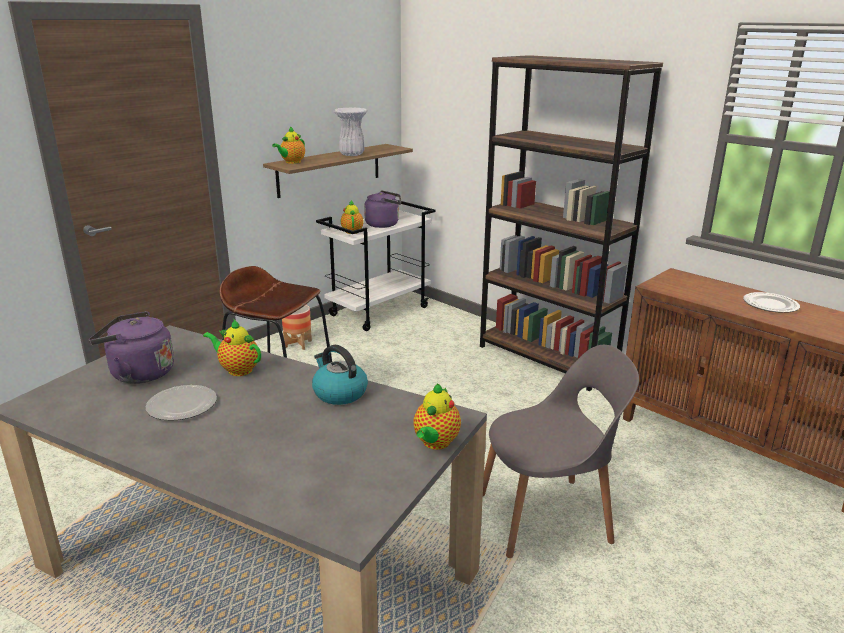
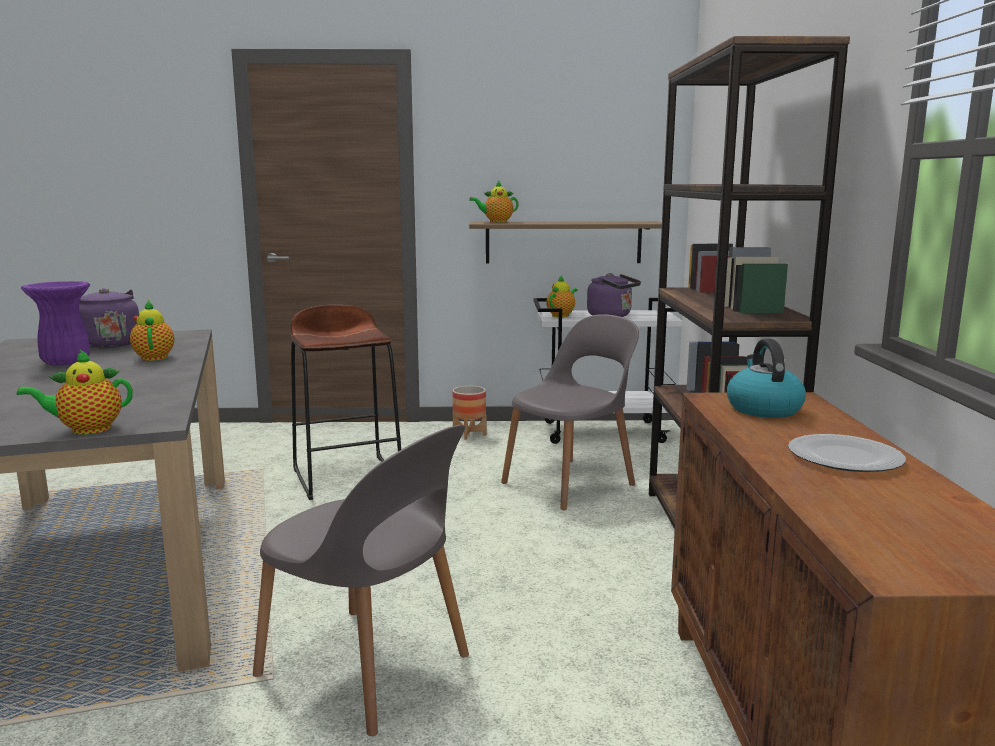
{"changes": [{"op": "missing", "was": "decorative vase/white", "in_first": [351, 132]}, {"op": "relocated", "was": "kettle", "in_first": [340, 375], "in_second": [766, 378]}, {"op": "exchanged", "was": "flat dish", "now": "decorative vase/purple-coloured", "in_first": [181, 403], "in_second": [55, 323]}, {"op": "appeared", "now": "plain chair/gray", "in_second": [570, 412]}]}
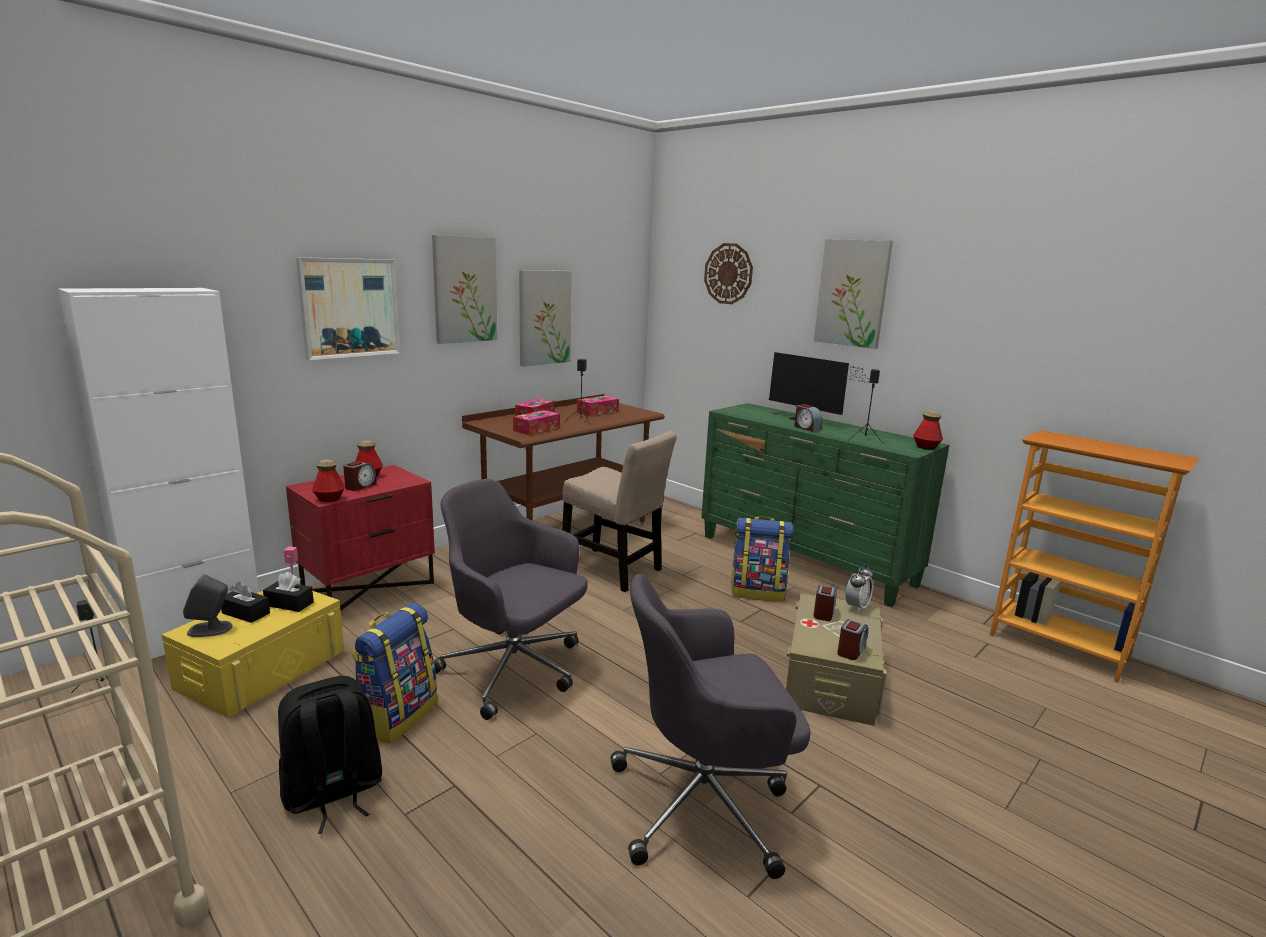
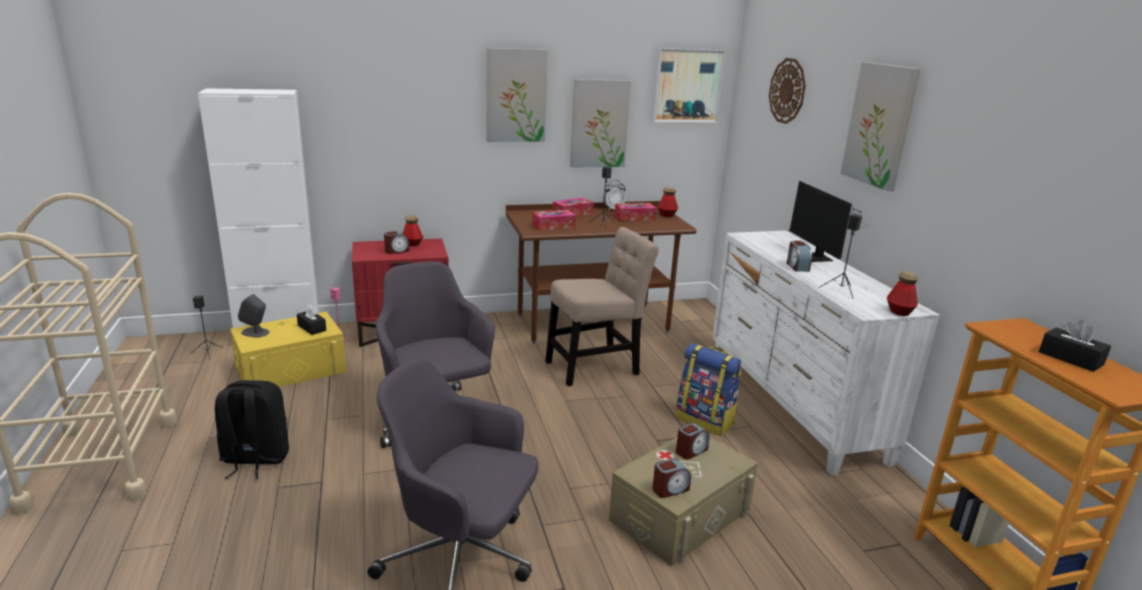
{"changes": [{"op": "relocated", "was": "picture", "in_first": [348, 308], "in_second": [689, 85]}, {"op": "colour", "was": "dresser/green-coloured", "now": "dresser/white", "in_first": [825, 505], "in_second": [826, 353]}, {"op": "spun", "was": "plain chair/beige", "in_first": [619, 511], "in_second": [602, 306], "clockwise": -90}, {"op": "relocated", "was": "bottle", "in_first": [328, 480], "in_second": [667, 202]}, {"op": "relocated", "was": "bedside clock", "in_first": [859, 588], "in_second": [614, 195]}, {"op": "relocated", "was": "tissue holder/blackish", "in_first": [245, 602], "in_second": [1075, 346]}, {"op": "missing", "was": "knapsack", "in_first": [395, 673]}]}
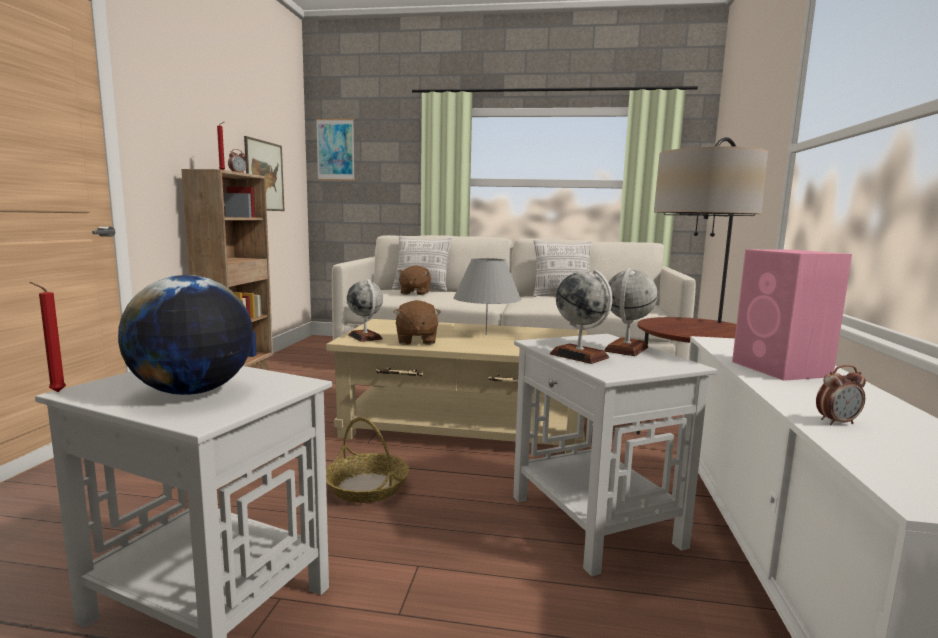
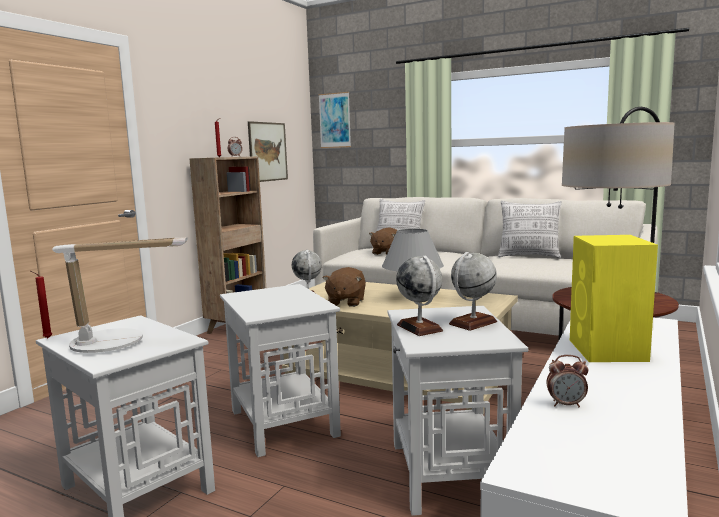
{"changes": [{"op": "colour", "was": "loudspeaker/pinkish", "now": "loudspeaker/yellow", "in_first": [792, 315], "in_second": [614, 298]}, {"op": "exchanged", "was": "desk globe", "now": "table lamp", "in_first": [185, 335], "in_second": [120, 295]}, {"op": "exchanged", "was": "storage basket", "now": "side table/white", "in_first": [367, 460], "in_second": [280, 370]}]}
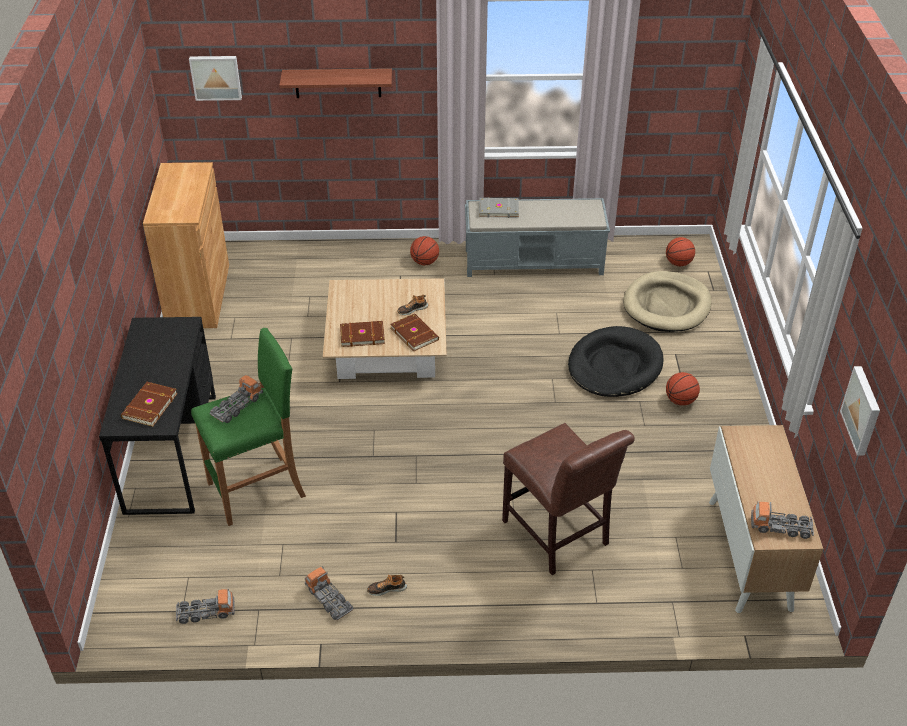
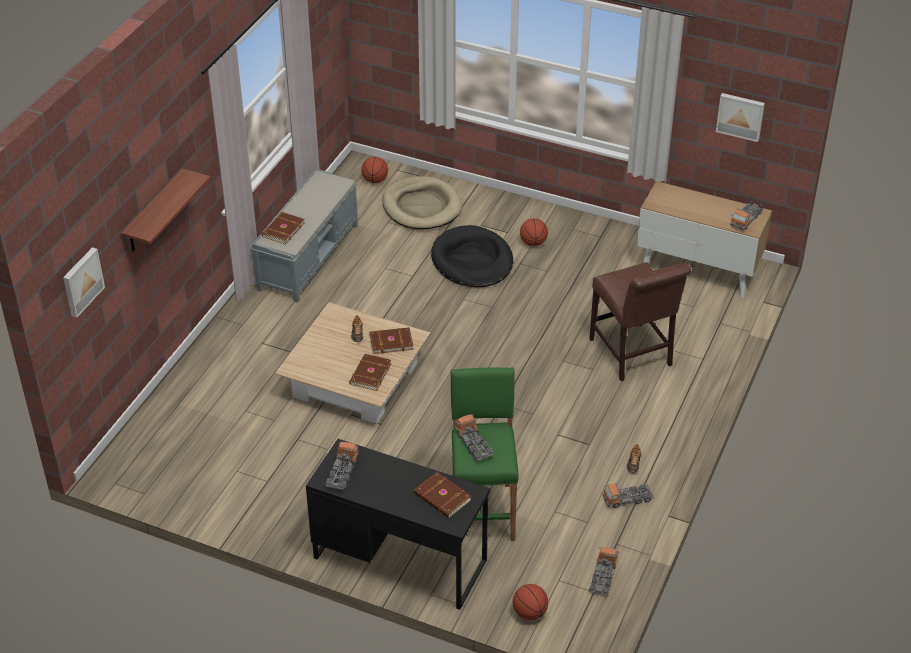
{"changes": [{"op": "missing", "was": "cupboard/brownish", "in_first": [186, 245]}, {"op": "colour", "was": "bound book/gray", "now": "bound book/brownish", "in_first": [499, 208], "in_second": [283, 228]}, {"op": "relocated", "was": "basketball", "in_first": [424, 250], "in_second": [530, 602]}, {"op": "spun", "was": "plain chair/brownish", "in_first": [568, 499], "in_second": [640, 321], "clockwise": 75}, {"op": "appeared", "now": "toy truck", "in_second": [342, 466]}]}
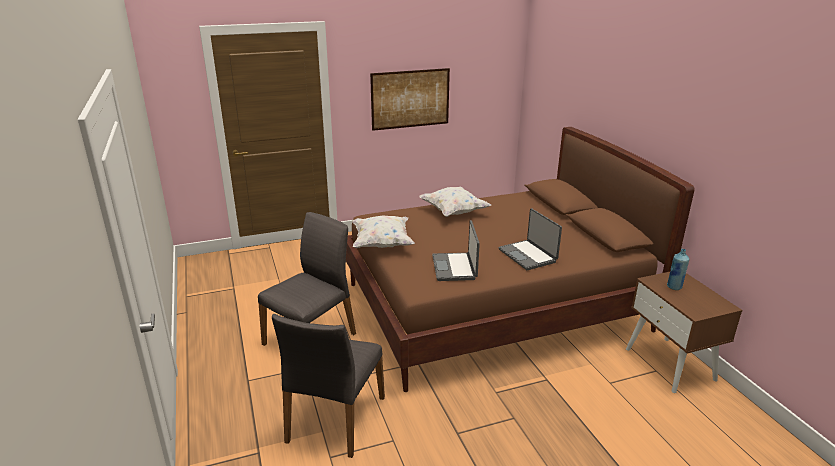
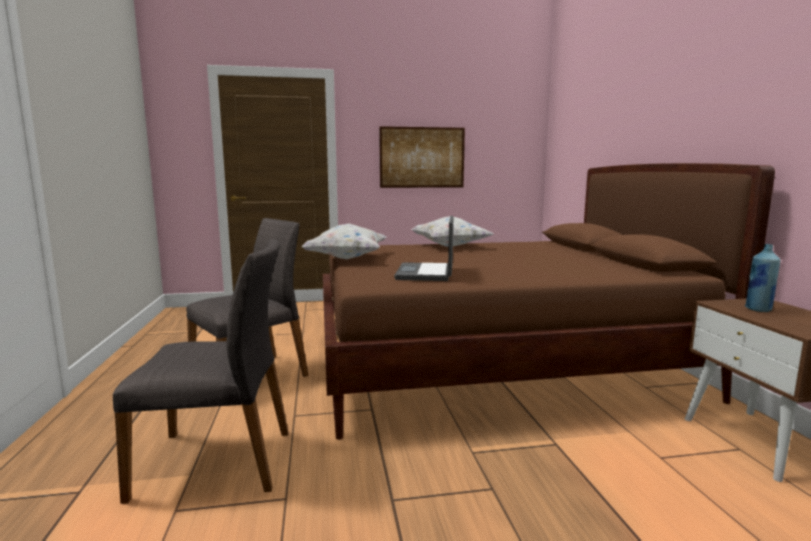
{"changes": [{"op": "missing", "was": "portable computer", "in_first": [530, 239]}, {"op": "spun", "was": "plain chair/gray", "in_first": [328, 386], "in_second": [200, 371], "clockwise": -120}]}
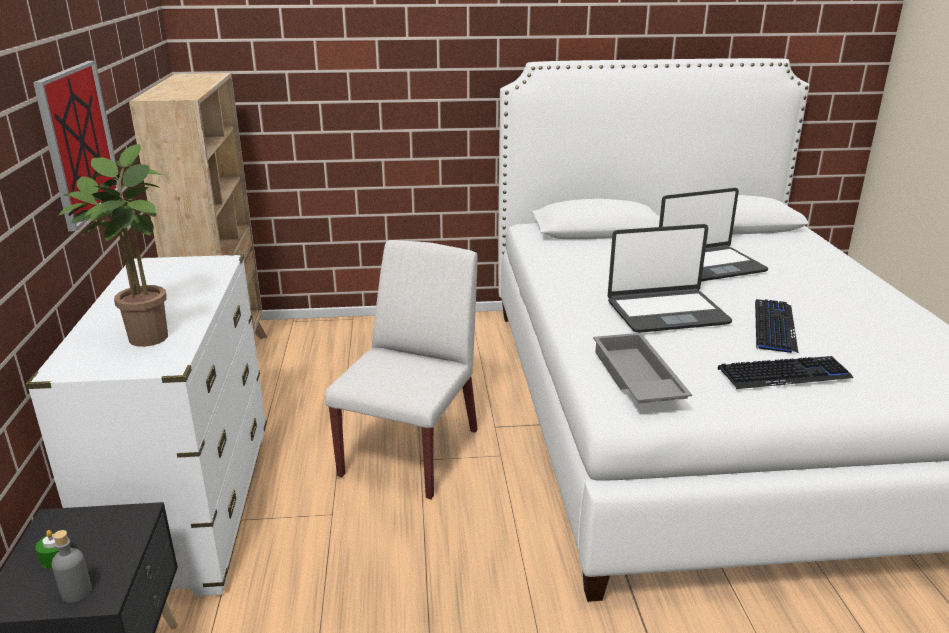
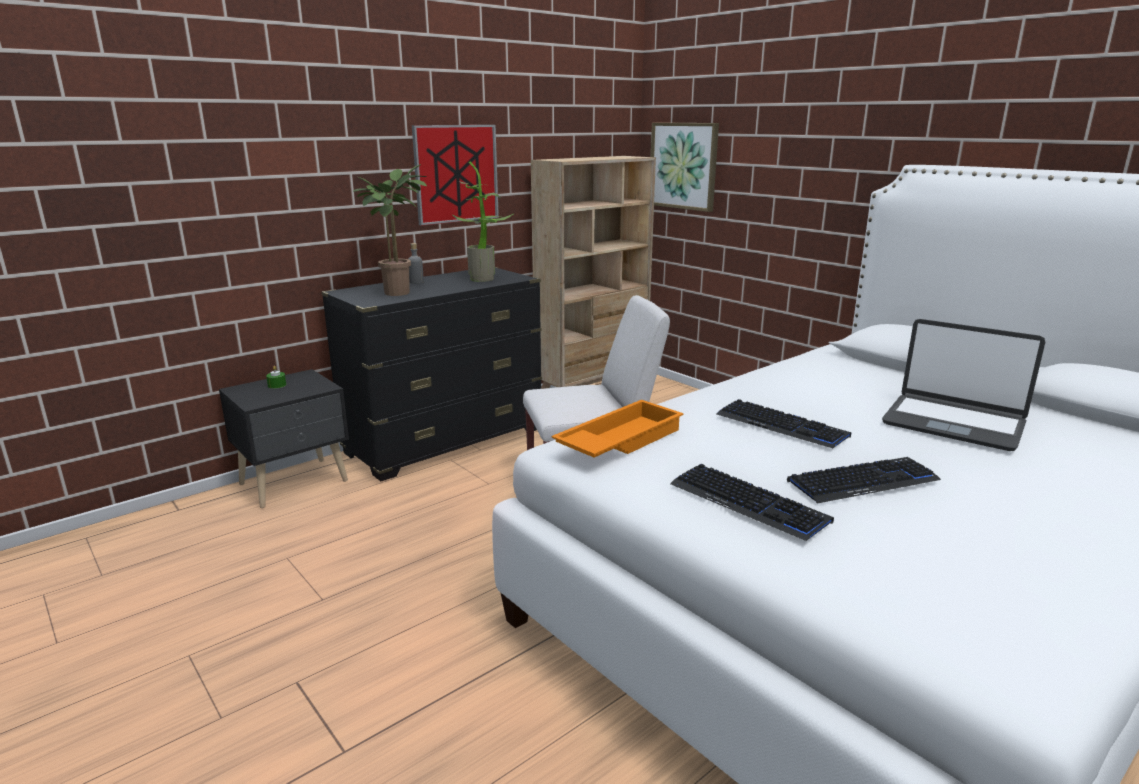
{"changes": [{"op": "exchanged", "was": "portable computer", "now": "computer keyboard", "in_first": [670, 278], "in_second": [783, 423]}, {"op": "colour", "was": "dresser/white", "now": "dresser/blackish", "in_first": [146, 425], "in_second": [431, 374]}, {"op": "colour", "was": "tray/gray", "now": "tray/orangey", "in_first": [642, 368], "in_second": [618, 428]}, {"op": "relocated", "was": "bottle/gray", "in_first": [71, 566], "in_second": [416, 263]}, {"op": "appeared", "now": "picture", "in_second": [685, 167]}, {"op": "appeared", "now": "houseplant", "in_second": [483, 221]}]}
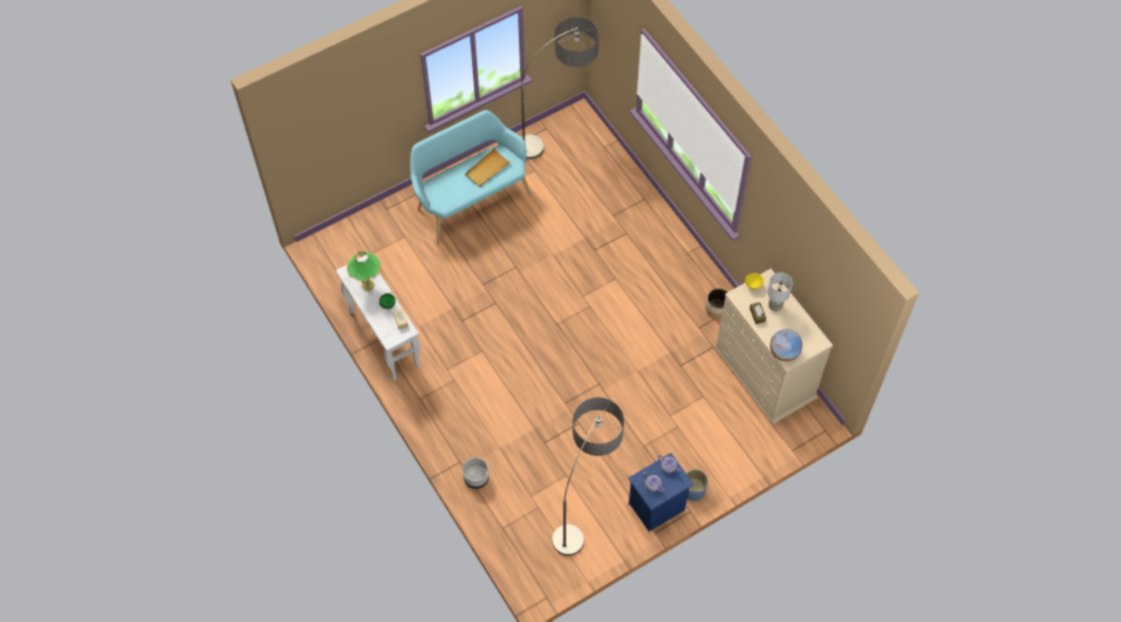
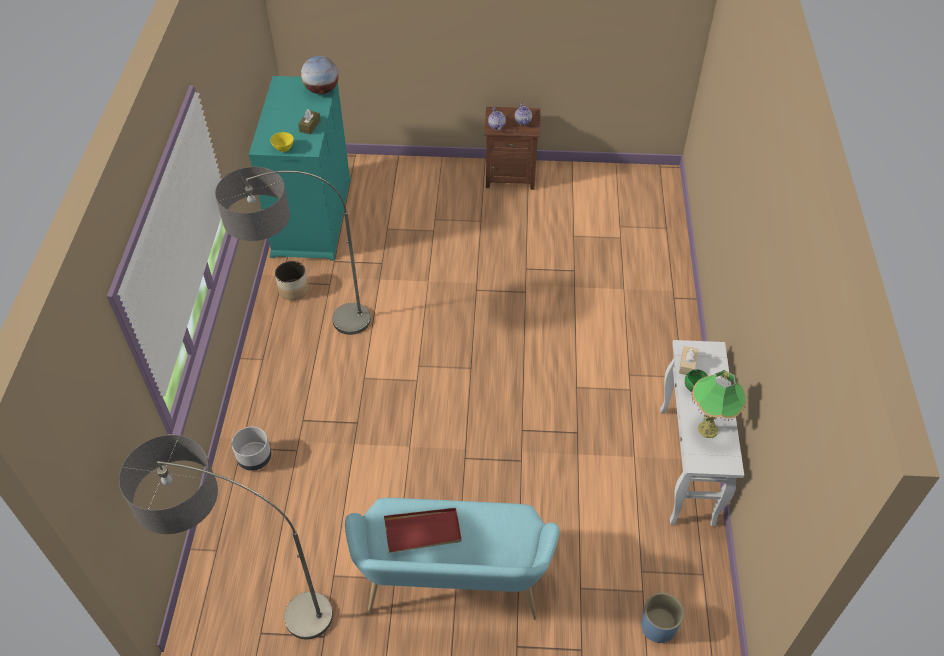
{"changes": [{"op": "colour", "was": "tray/beige", "now": "tray/red", "in_first": [487, 167], "in_second": [423, 530]}, {"op": "colour", "was": "dresser/beige", "now": "dresser/blue-green", "in_first": [773, 347], "in_second": [300, 168]}, {"op": "missing", "was": "table lamp/gray", "in_first": [780, 291]}, {"op": "relocated", "was": "floor lamp", "in_first": [588, 476], "in_second": [293, 251]}, {"op": "colour", "was": "night table/bluish", "now": "night table/brownish", "in_first": [661, 492], "in_second": [512, 148]}, {"op": "relocated", "was": "planter/gray", "in_first": [475, 473], "in_second": [251, 448]}, {"op": "relocated", "was": "planter/bluish", "in_first": [697, 485], "in_second": [662, 618]}]}
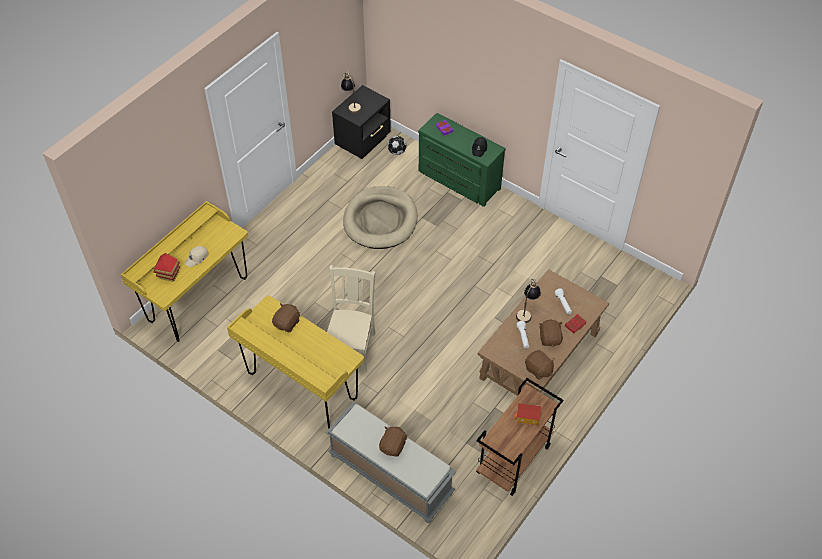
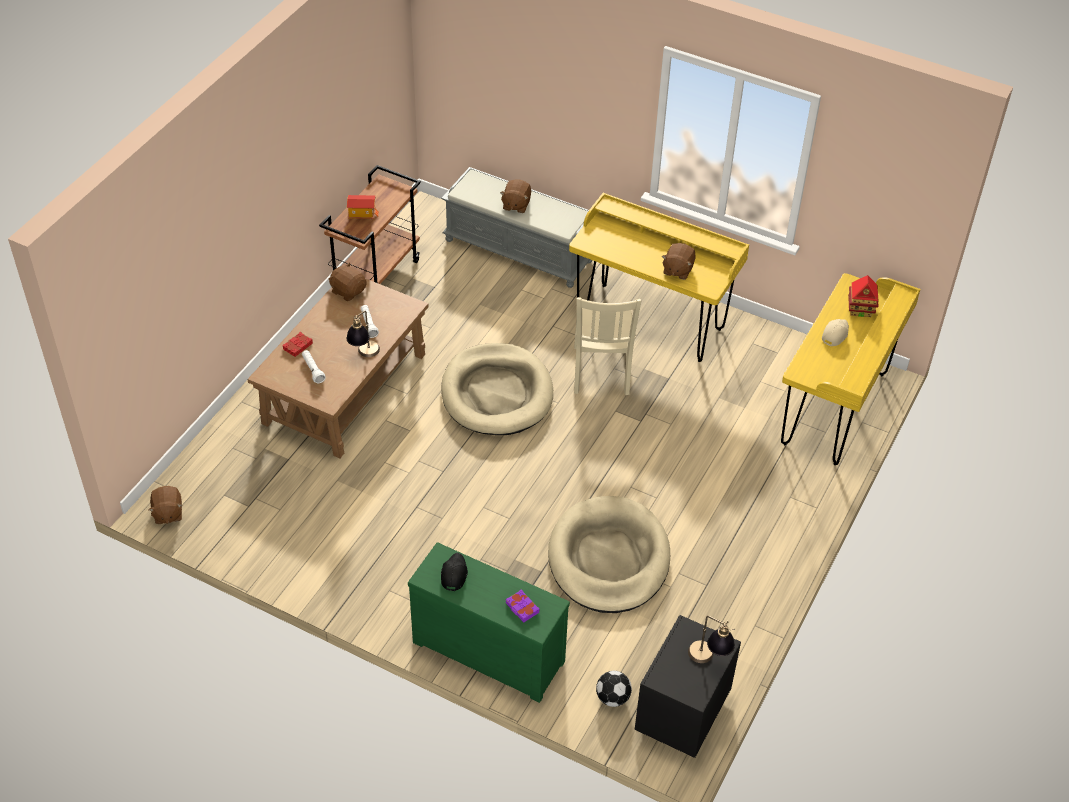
{"changes": [{"op": "relocated", "was": "plush toy/brownish", "in_first": [551, 333], "in_second": [165, 505]}, {"op": "appeared", "now": "dog bed/beige", "in_second": [497, 389]}]}
